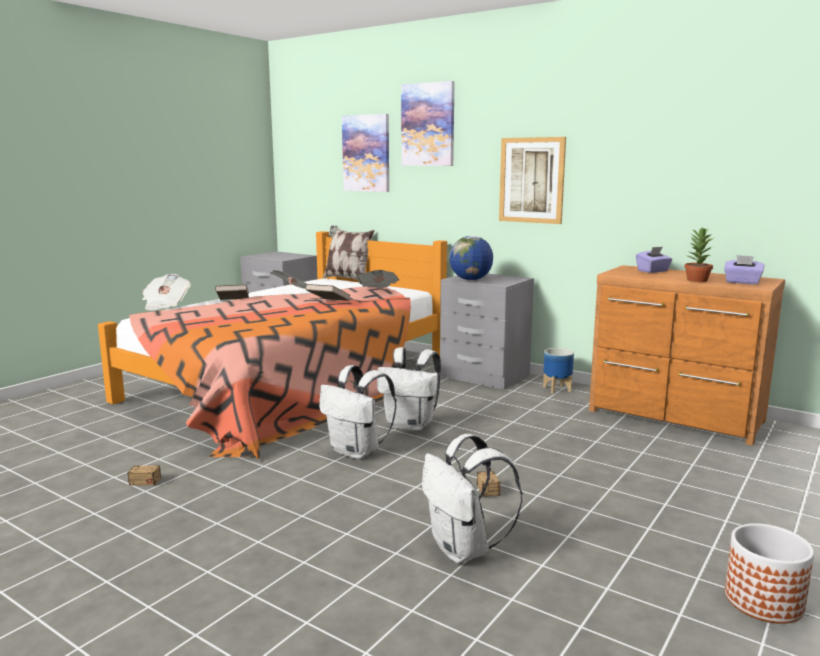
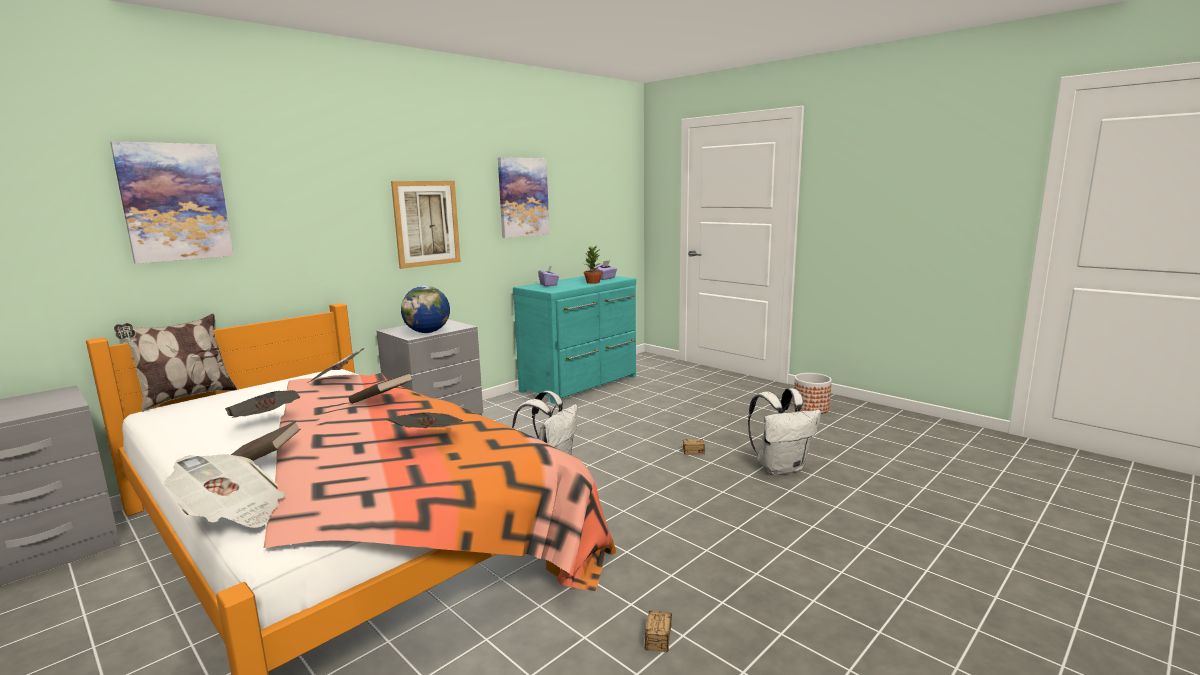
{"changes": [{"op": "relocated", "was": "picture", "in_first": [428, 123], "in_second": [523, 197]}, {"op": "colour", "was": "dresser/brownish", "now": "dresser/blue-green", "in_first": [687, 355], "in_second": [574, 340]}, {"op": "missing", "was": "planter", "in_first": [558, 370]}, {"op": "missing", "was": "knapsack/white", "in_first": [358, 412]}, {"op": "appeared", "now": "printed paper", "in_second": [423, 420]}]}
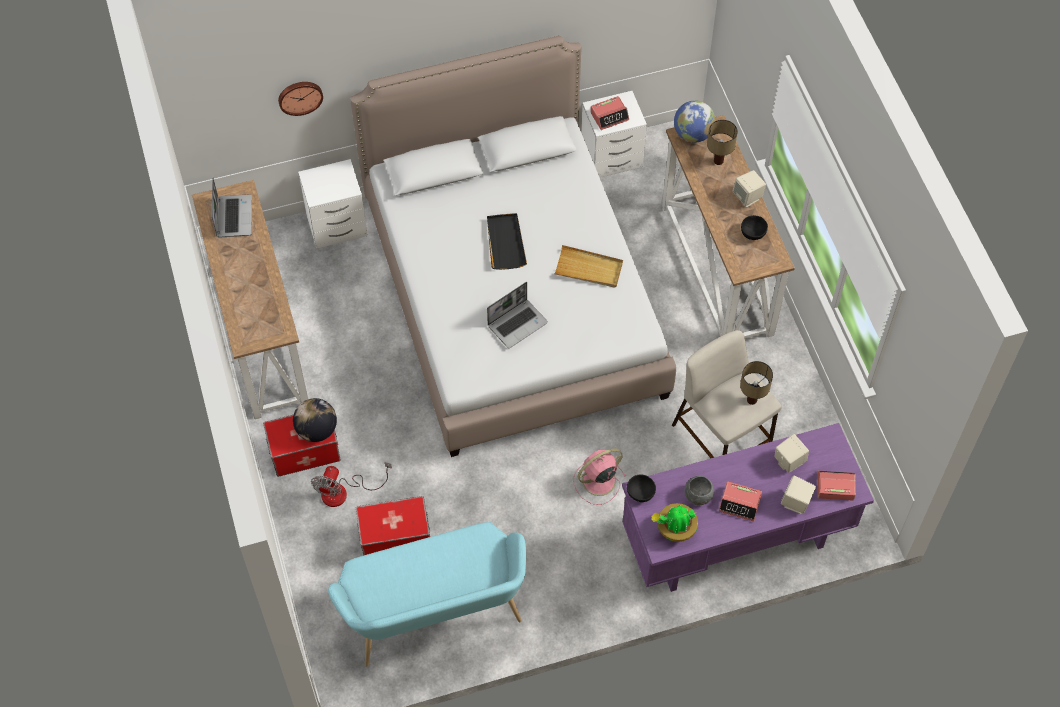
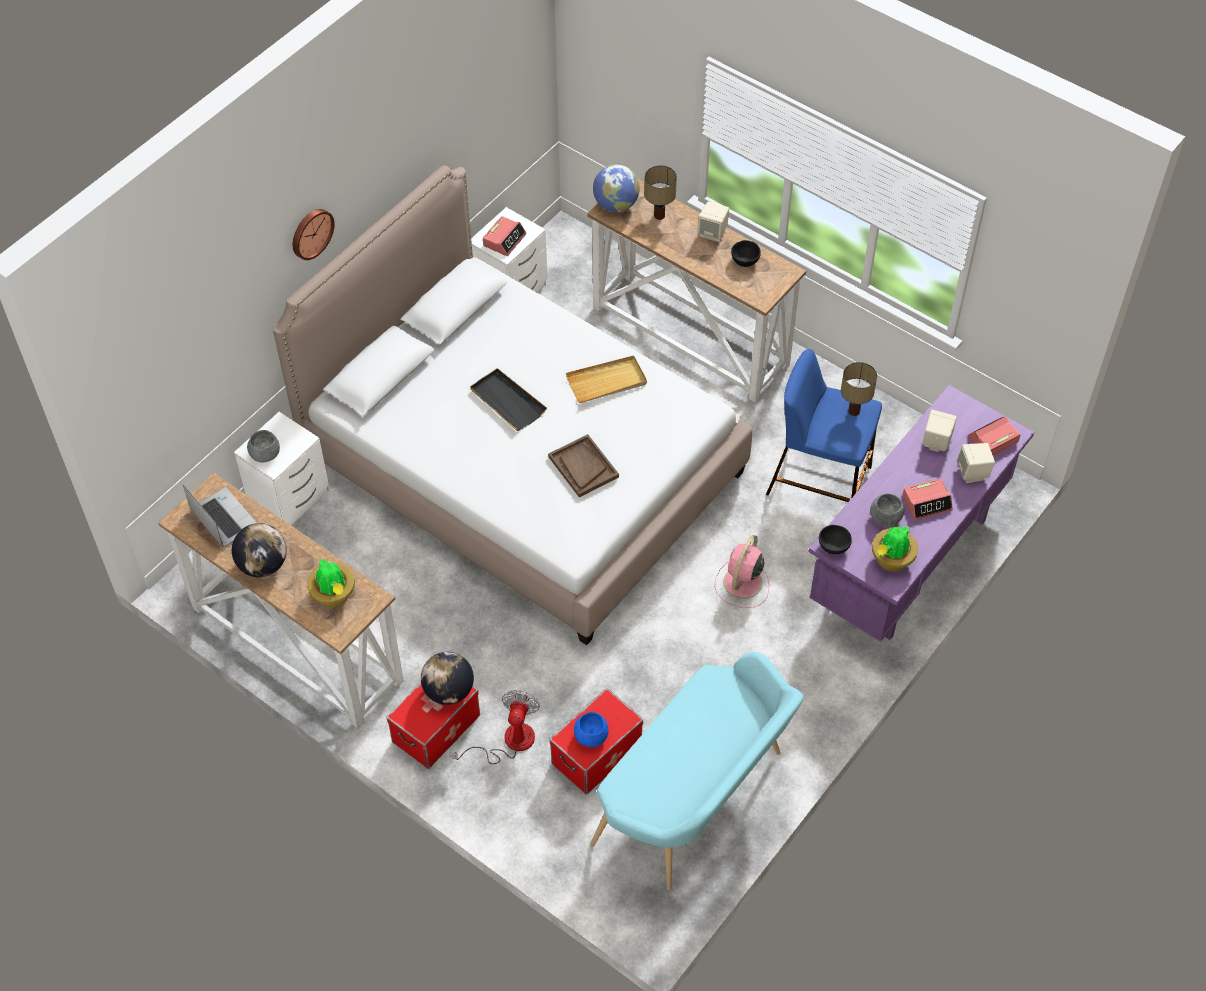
{"changes": [{"op": "relocated", "was": "wall clock", "in_first": [300, 99], "in_second": [314, 234]}, {"op": "exchanged", "was": "portable computer", "now": "tray/brownish", "in_first": [517, 315], "in_second": [583, 466]}, {"op": "colour", "was": "stool/beige", "now": "stool/bluish", "in_first": [727, 394], "in_second": [824, 425]}, {"op": "spun", "was": "electric fan", "in_first": [351, 484], "in_second": [494, 727], "clockwise": -150}, {"op": "appeared", "now": "deep dish/gray", "in_second": [263, 446]}, {"op": "appeared", "now": "desk globe", "in_second": [259, 550]}, {"op": "appeared", "now": "houseplant", "in_second": [331, 583]}, {"op": "appeared", "now": "deep dish/bluish", "in_second": [591, 729]}]}
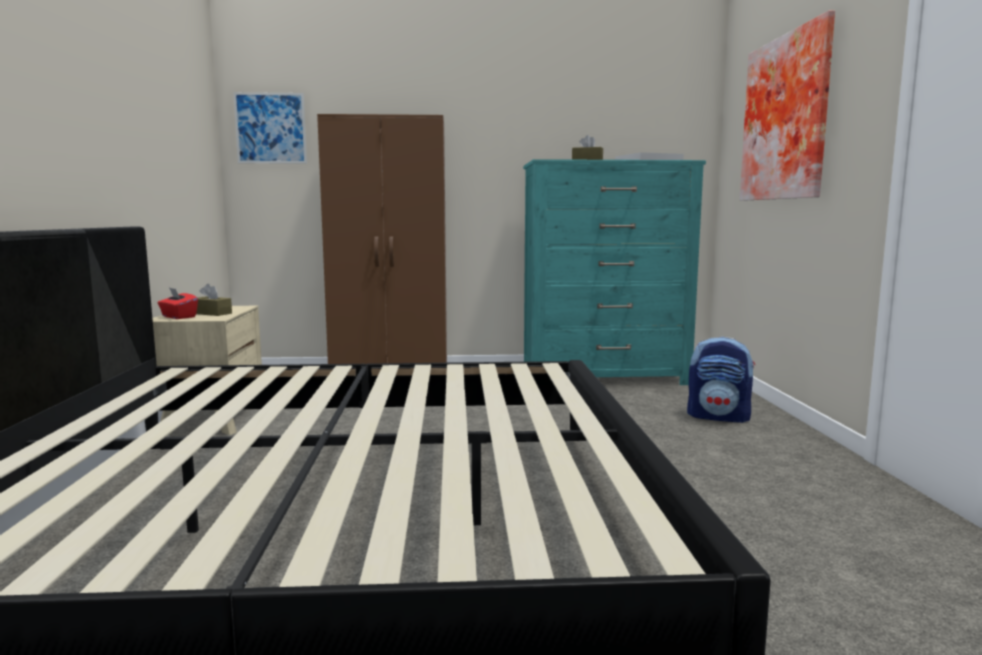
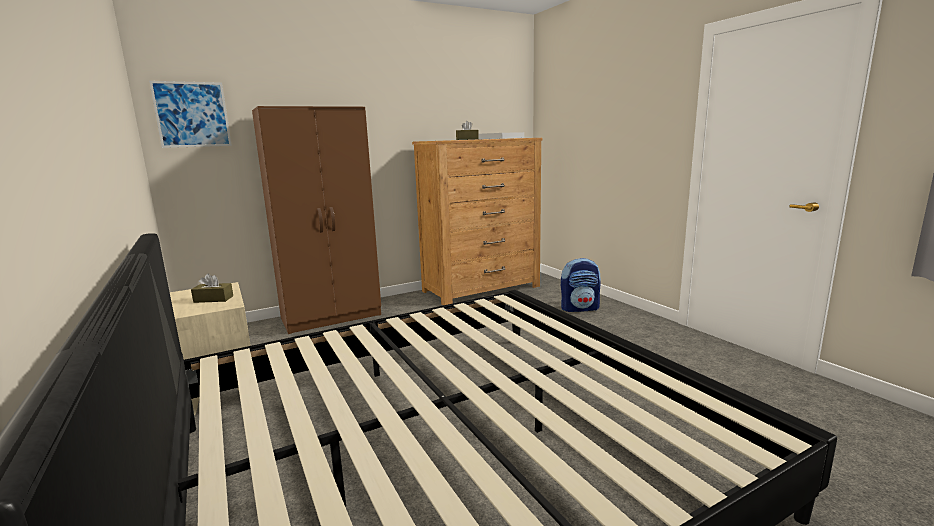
{"changes": [{"op": "missing", "was": "picture", "in_first": [787, 105]}, {"op": "colour", "was": "dresser/blue-green", "now": "dresser/brownish", "in_first": [614, 272], "in_second": [477, 221]}, {"op": "missing", "was": "tissue holder/red", "in_first": [178, 303]}]}
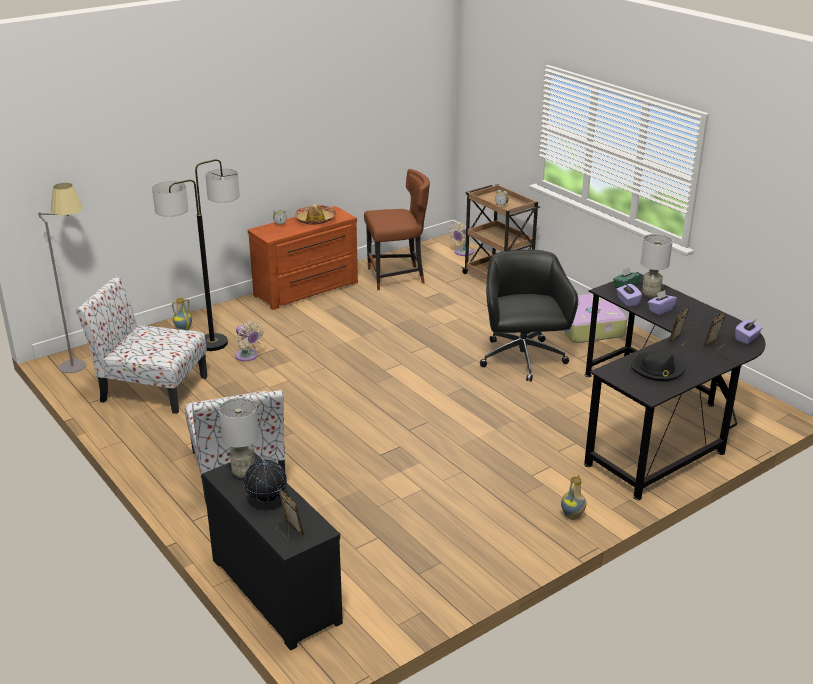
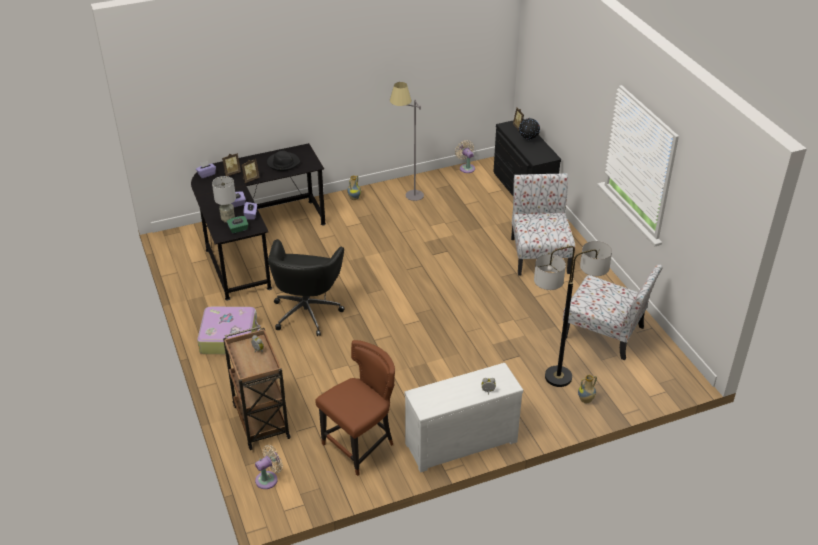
{"changes": [{"op": "spun", "was": "plain chair/brownish", "in_first": [397, 229], "in_second": [355, 408], "clockwise": 135}, {"op": "relocated", "was": "floor lamp/gray", "in_first": [62, 278], "in_second": [407, 141]}, {"op": "missing", "was": "wearable hat", "in_first": [315, 214]}, {"op": "colour", "was": "dresser/brownish", "now": "dresser/white", "in_first": [303, 258], "in_second": [463, 418]}, {"op": "relocated", "was": "electric fan/beige", "in_first": [249, 341], "in_second": [465, 156]}, {"op": "missing", "was": "table lamp/gray", "in_first": [239, 438]}]}
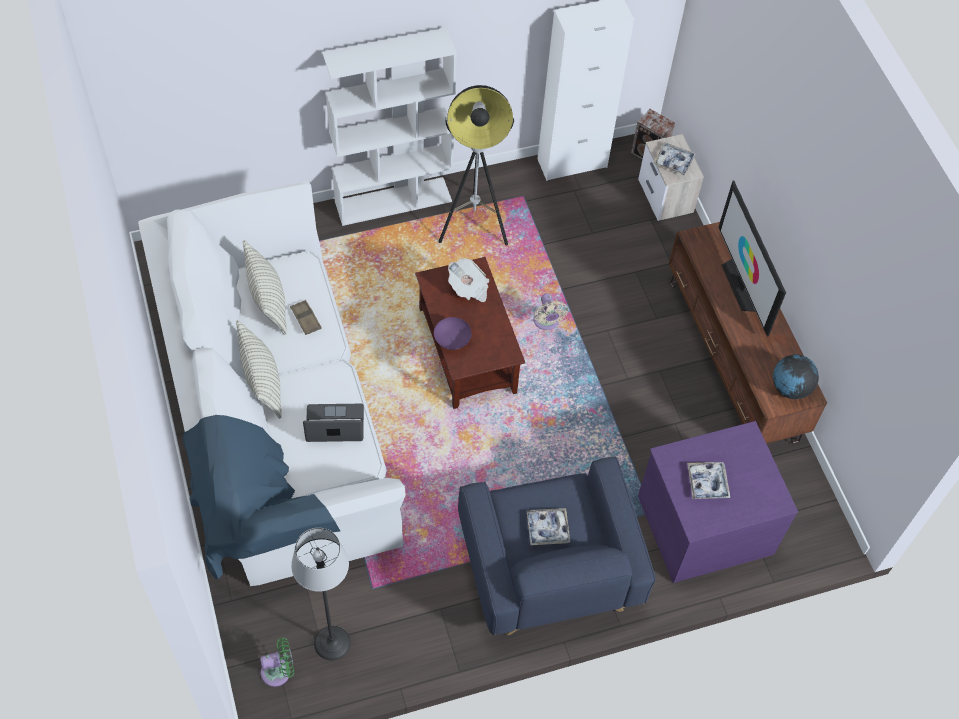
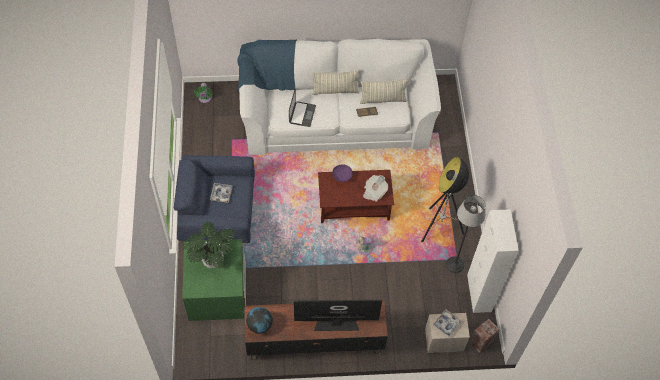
{"changes": [{"op": "missing", "was": "shelving unit/white", "in_first": [389, 127]}, {"op": "colour", "was": "dresser/purple-coloured", "now": "dresser/green-coloured", "in_first": [718, 502], "in_second": [214, 280]}, {"op": "exchanged", "was": "tray", "now": "houseplant", "in_first": [708, 480], "in_second": [209, 244]}, {"op": "relocated", "was": "floor lamp", "in_first": [321, 594], "in_second": [466, 234]}]}
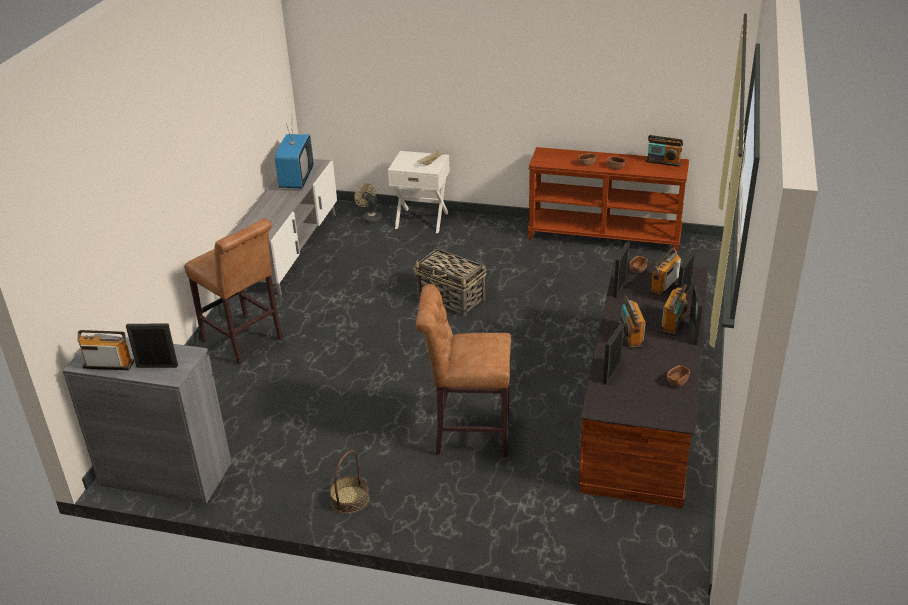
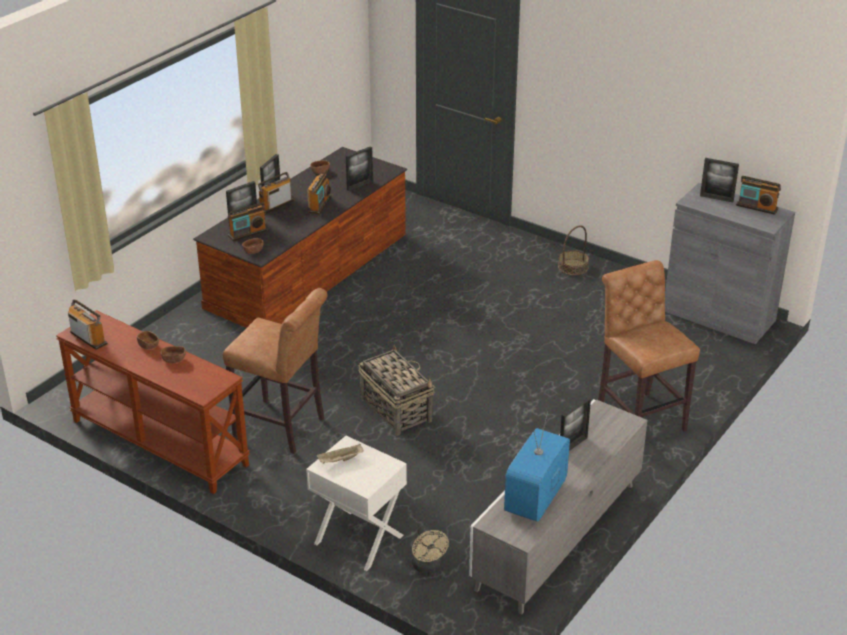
{"changes": [{"op": "relocated", "was": "picture frame", "in_first": [621, 270], "in_second": [575, 424]}, {"op": "relocated", "was": "stool/brownish", "in_first": [463, 371], "in_second": [275, 371]}]}
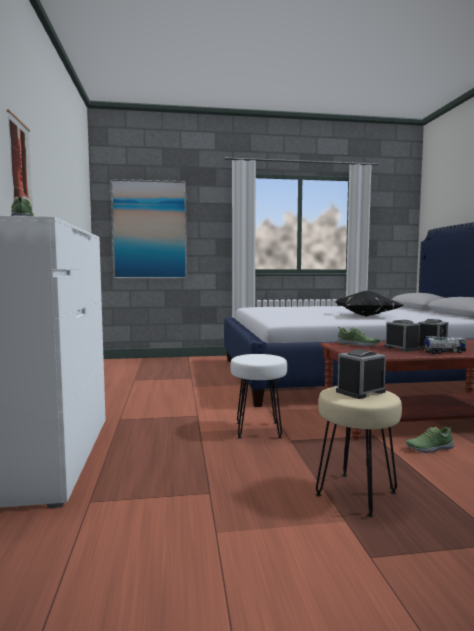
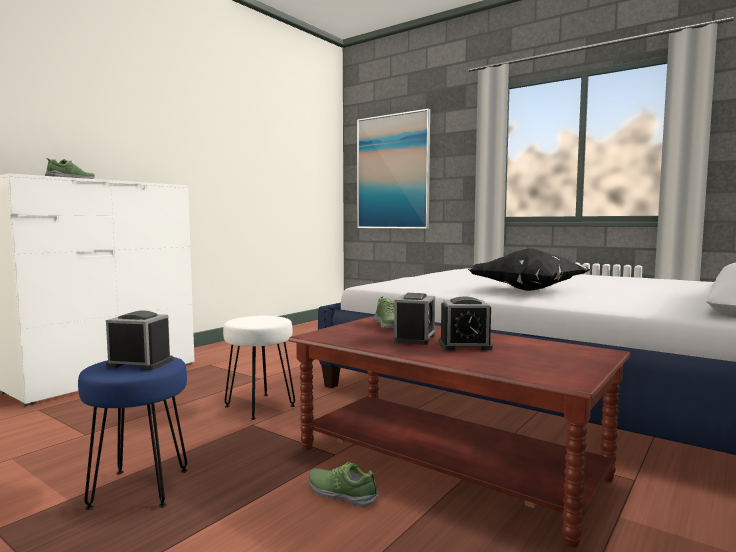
{"changes": [{"op": "missing", "was": "picture", "in_first": [20, 162]}, {"op": "missing", "was": "toy truck", "in_first": [444, 345]}, {"op": "colour", "was": "stool/beige", "now": "stool/bluish", "in_first": [359, 452], "in_second": [132, 433]}]}
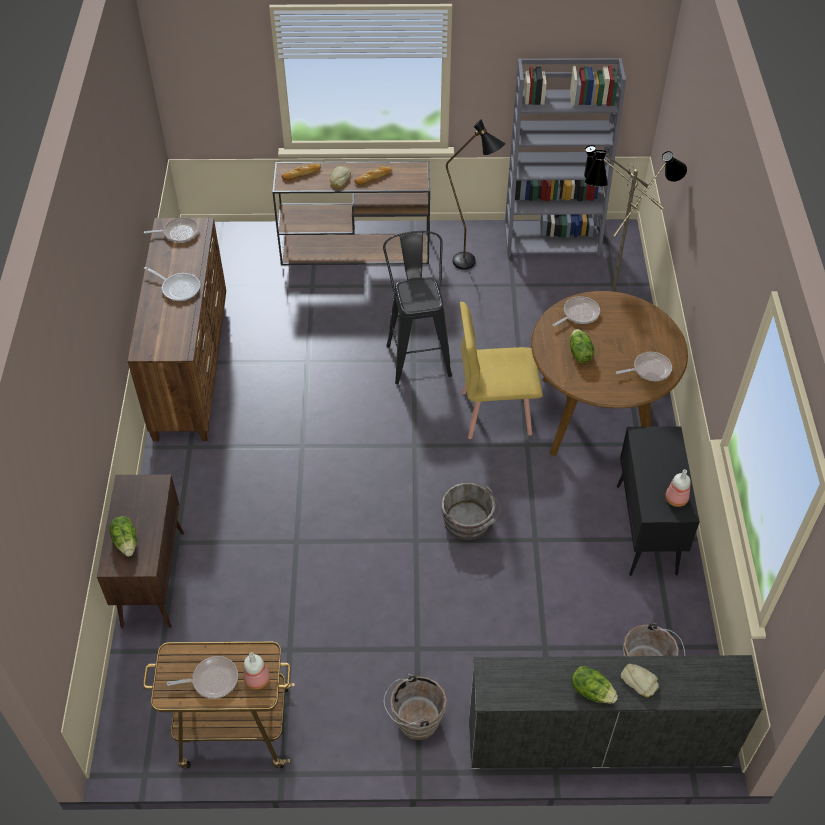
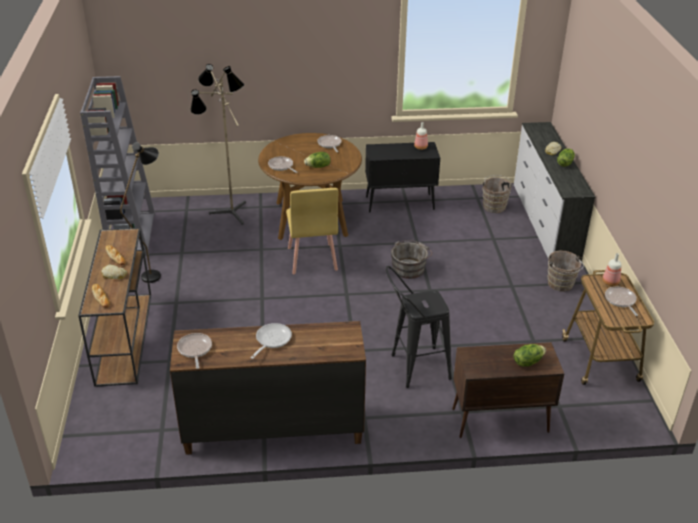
{"changes": [{"op": "relocated", "was": "stool/blackish", "in_first": [417, 307], "in_second": [419, 327]}]}
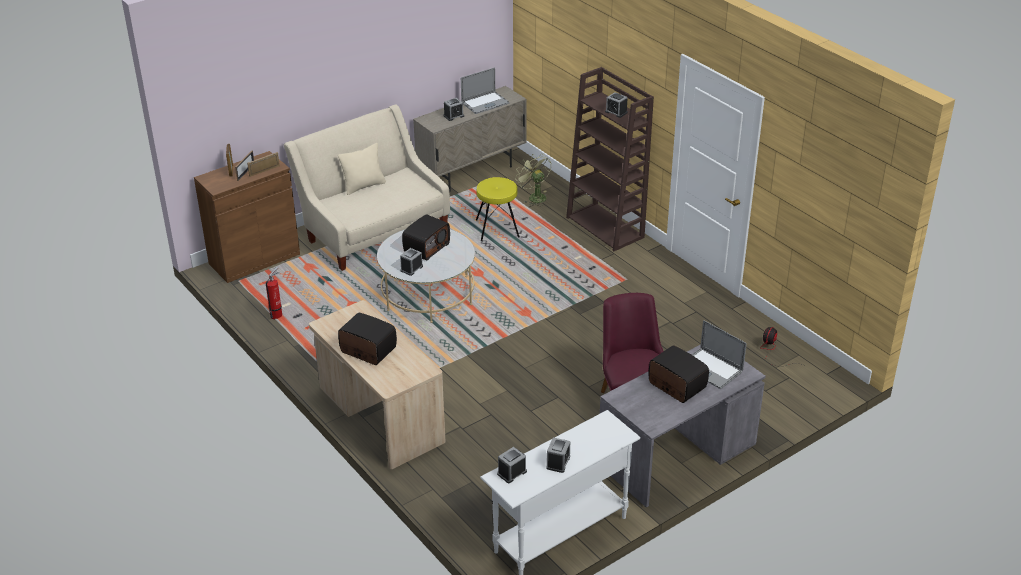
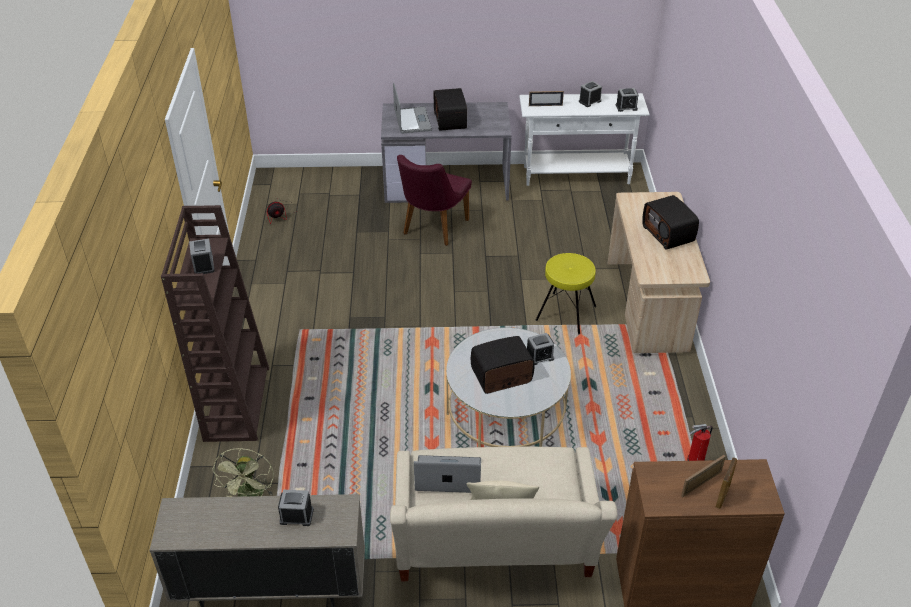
{"changes": [{"op": "relocated", "was": "portable computer", "in_first": [485, 90], "in_second": [447, 474]}, {"op": "relocated", "was": "picture frame", "in_first": [263, 164], "in_second": [546, 98]}, {"op": "relocated", "was": "stool/yellow", "in_first": [498, 209], "in_second": [566, 294]}]}
